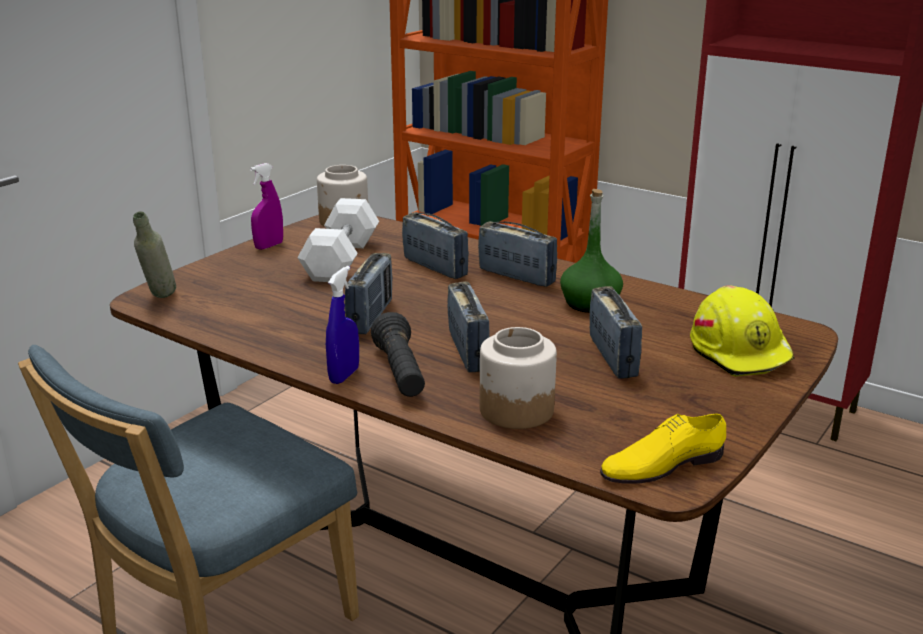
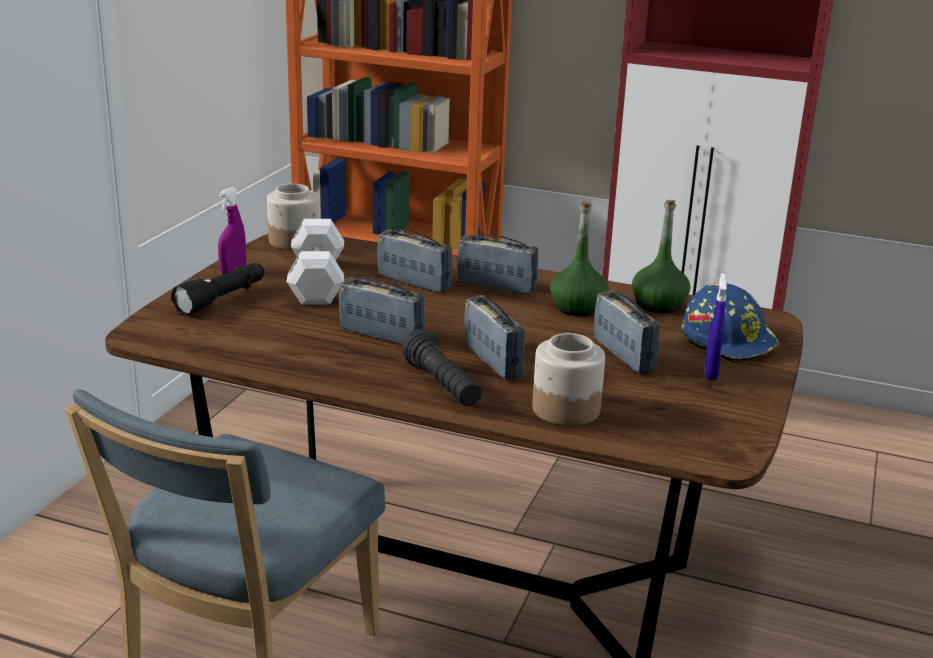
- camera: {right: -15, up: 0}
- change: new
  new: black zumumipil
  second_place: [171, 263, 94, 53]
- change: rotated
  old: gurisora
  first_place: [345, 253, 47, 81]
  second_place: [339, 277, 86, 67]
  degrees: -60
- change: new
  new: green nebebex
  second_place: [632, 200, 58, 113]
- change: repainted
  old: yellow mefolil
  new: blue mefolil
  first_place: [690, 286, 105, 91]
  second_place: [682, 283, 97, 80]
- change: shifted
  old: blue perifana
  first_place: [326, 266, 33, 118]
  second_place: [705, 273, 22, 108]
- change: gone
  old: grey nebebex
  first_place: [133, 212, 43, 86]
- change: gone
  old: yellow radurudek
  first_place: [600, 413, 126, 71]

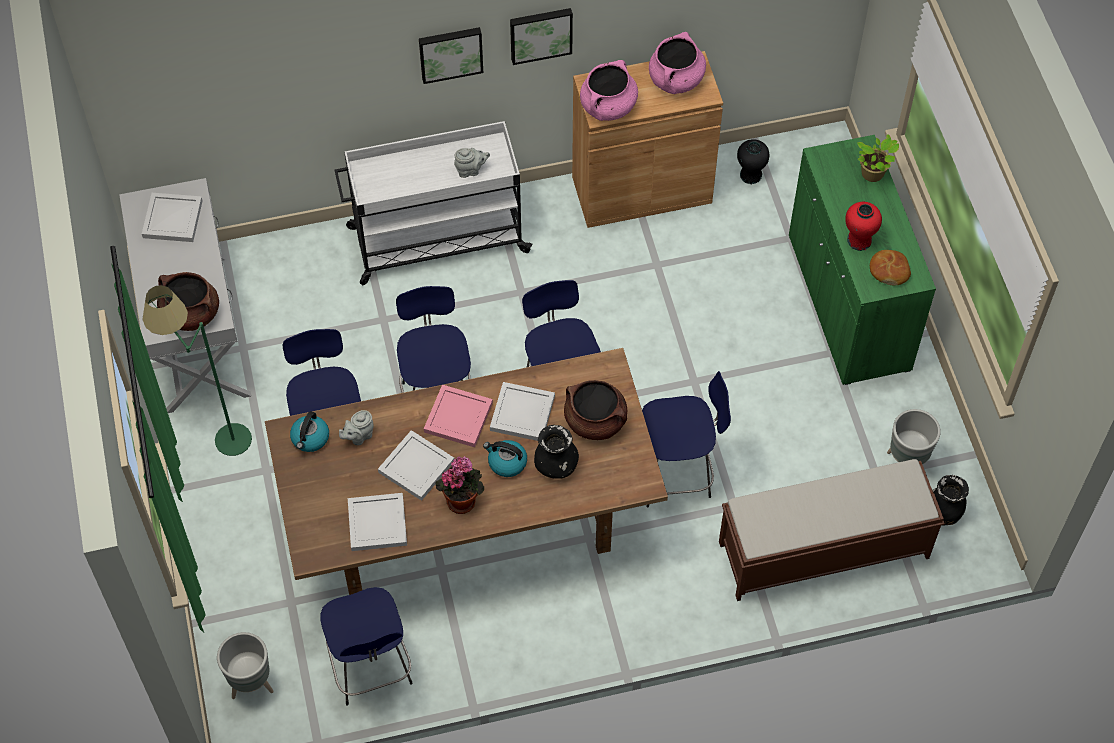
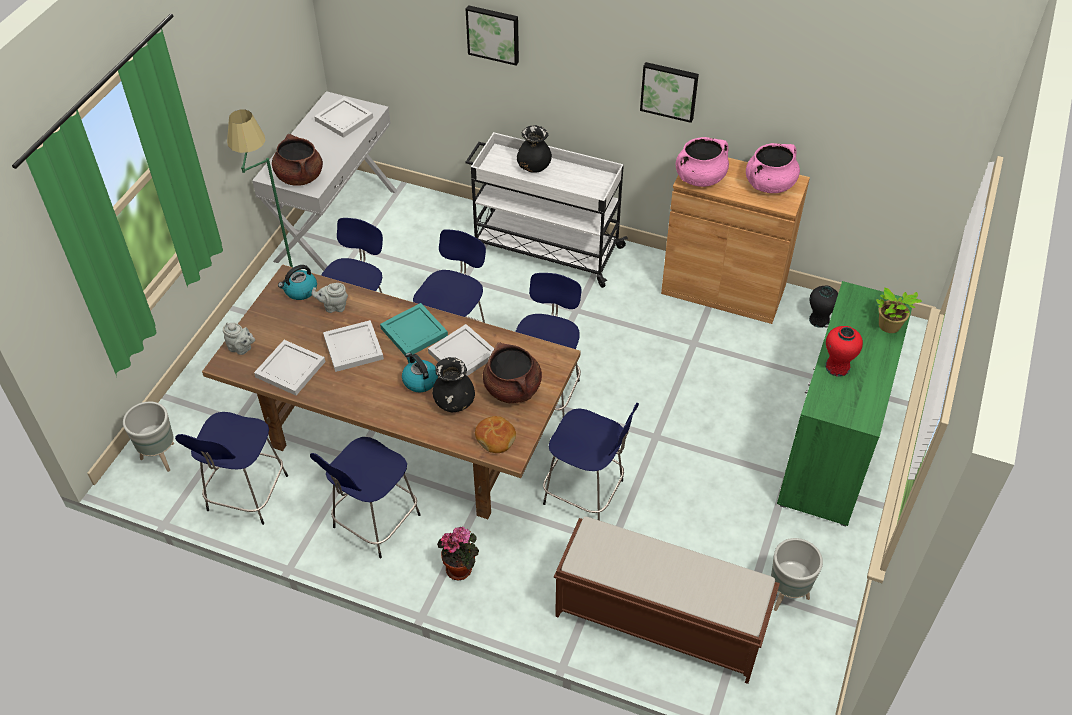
- camera: {right: 35, up: -10}
- change: shifted
  old: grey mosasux
  first_place: [454, 148, 36, 30]
  second_place: [223, 323, 32, 32]
- change: new
  new: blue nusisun
  second_place: [310, 437, 111, 121]
- change: repainted
  old: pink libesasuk
  new: turquoise libesasuk
  first_place: [424, 385, 69, 62]
  second_place: [380, 303, 68, 52]
- change: shifted
  old: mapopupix
  first_place: [436, 456, 48, 58]
  second_place: [437, 526, 42, 54]
- change: shifted
  old: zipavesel
  first_place: [419, 27, 64, 57]
  second_place: [466, 5, 53, 61]
- change: shifted
  old: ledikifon
  first_place: [870, 250, 41, 36]
  second_place: [475, 416, 41, 37]
- change: shifted
  old: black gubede
  first_place: [932, 475, 37, 50]
  second_place: [517, 125, 35, 48]

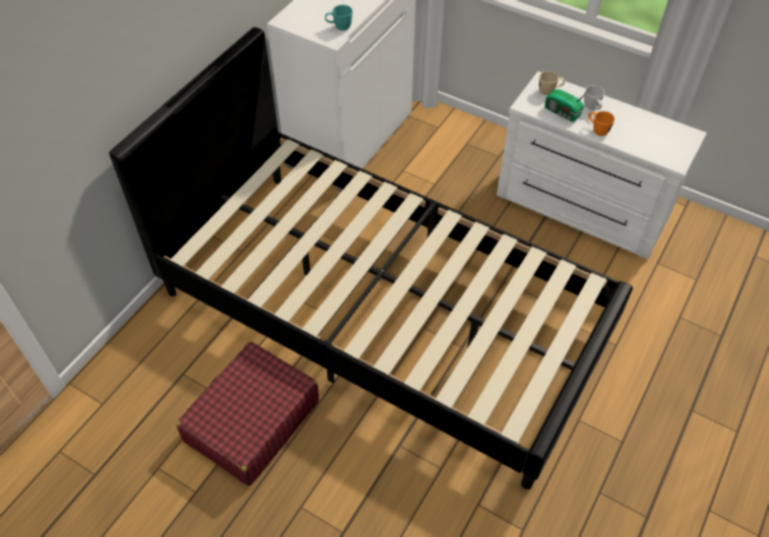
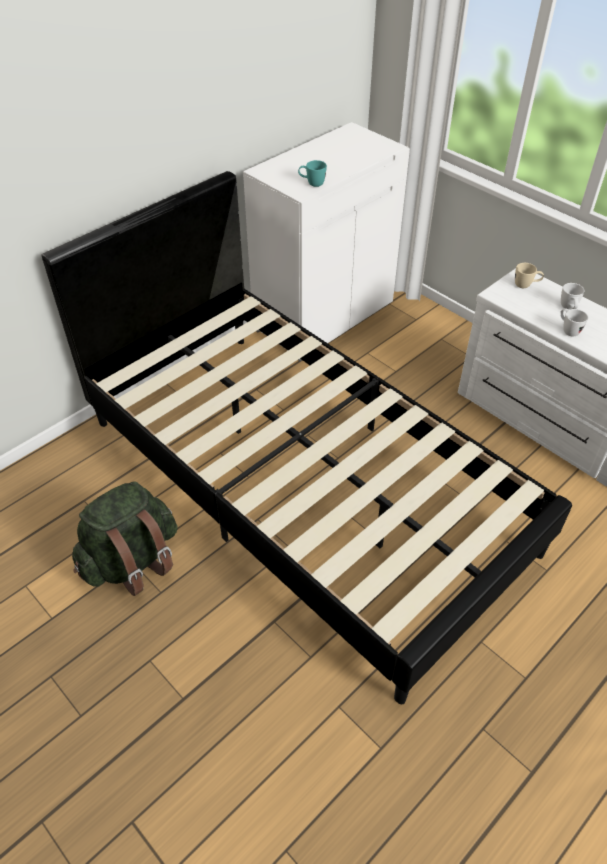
- camera: {right: 15, up: -5}
- change: swapped
  old: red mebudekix
  new: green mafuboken
  first_place: [176, 342, 143, 144]
  second_place: [72, 481, 105, 115]
- change: repainted
  old: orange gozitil
  new: white gozitil
  first_place: [588, 111, 27, 25]
  second_place: [560, 309, 28, 28]
- change: gone
  old: gurisora
  first_place: [545, 89, 46, 33]

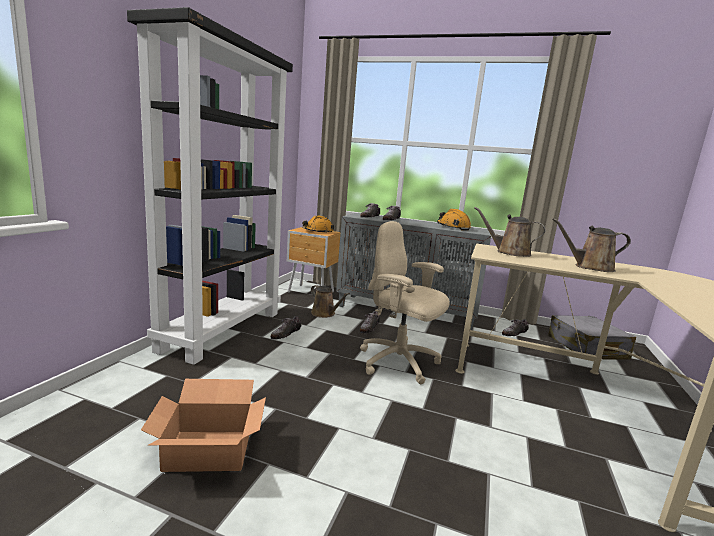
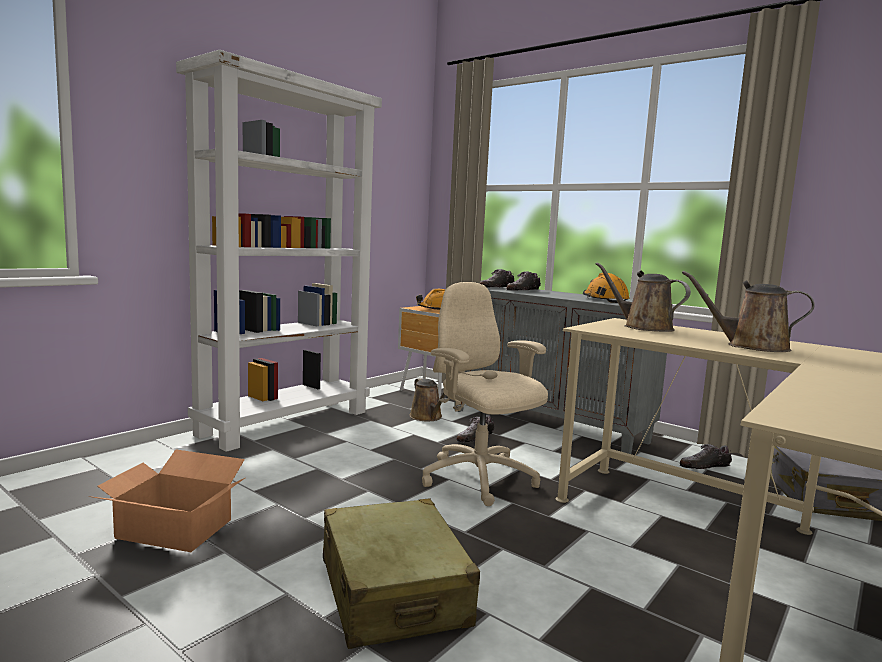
- camera: {right: 20, up: -5}
- change: repainted
  old: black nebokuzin
  new: white nebokuzin
  first_place: [127, 7, 166, 358]
  second_place: [176, 50, 206, 402]
- change: new
  new: beige mebudekix
  second_place: [323, 498, 157, 151]
- change: gone
  old: radurudek
  first_place: [271, 316, 30, 24]

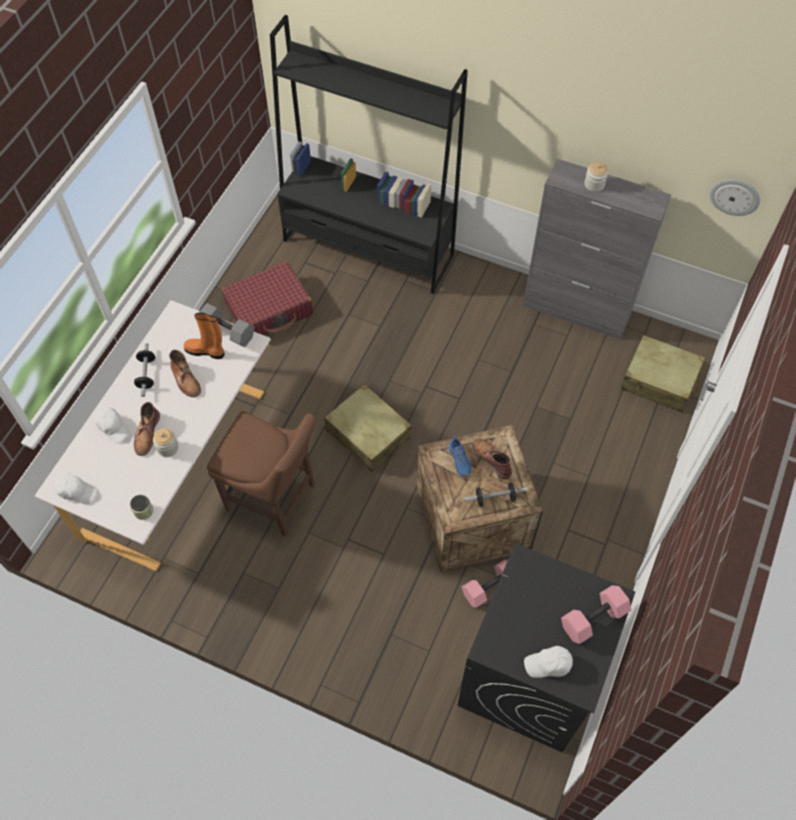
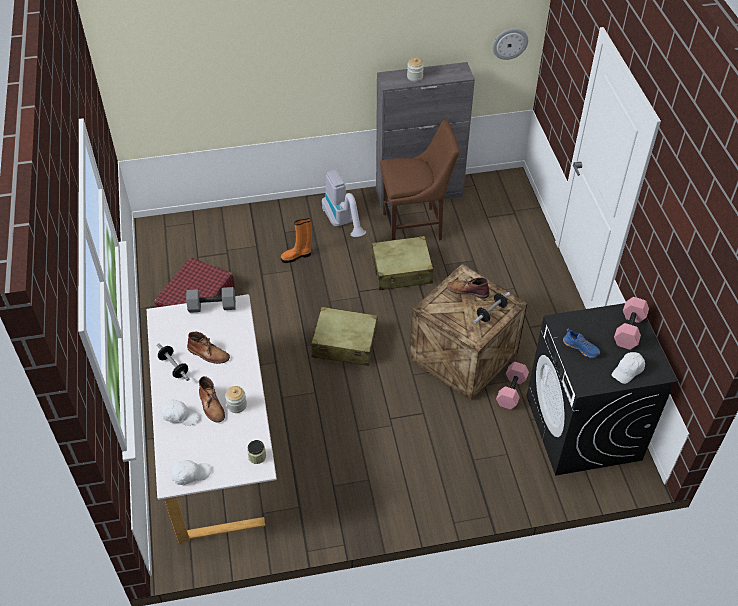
- camera: {right: -35, up: -10}
- change: shifted
  old: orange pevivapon
  first_place: [184, 313, 41, 46]
  second_place: [281, 218, 31, 45]
- change: new
  new: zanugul
  second_place: [322, 170, 44, 67]
- change: shifted
  old: beige mebudekix
  first_place: [621, 335, 84, 77]
  second_place: [372, 236, 62, 54]
- change: shifted
  old: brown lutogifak
  first_place: [207, 411, 109, 125]
  second_place: [380, 120, 80, 120]
- change: shifted
  old: blue radurudek
  first_place: [448, 435, 23, 42]
  second_place: [563, 329, 37, 29]
- change: gone
  old: black nebokuzin
  first_place: [270, 15, 198, 279]

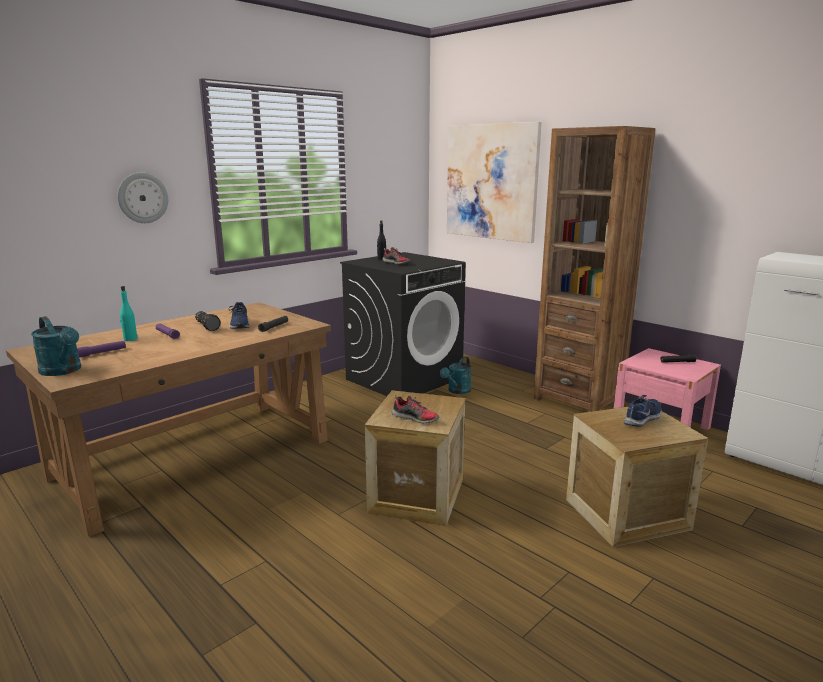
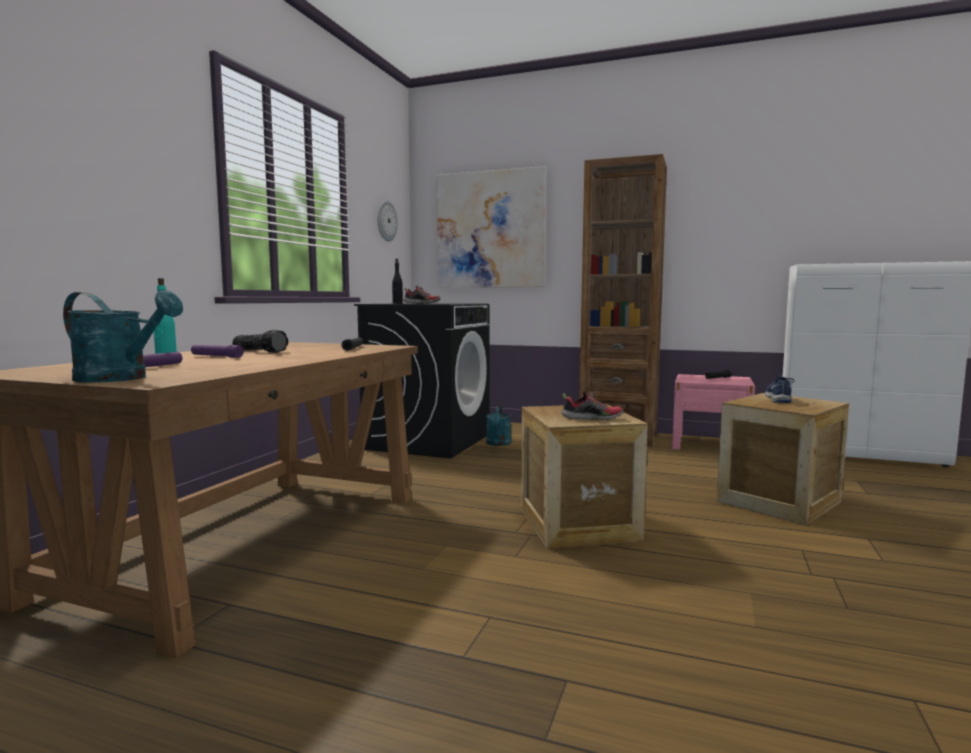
- camera: {right: -25, up: -10}
- change: shifted
  old: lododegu
  first_place: [118, 173, 50, 50]
  second_place: [377, 201, 21, 41]
- change: gone
  old: blue radurudek
  first_place: [229, 302, 21, 27]

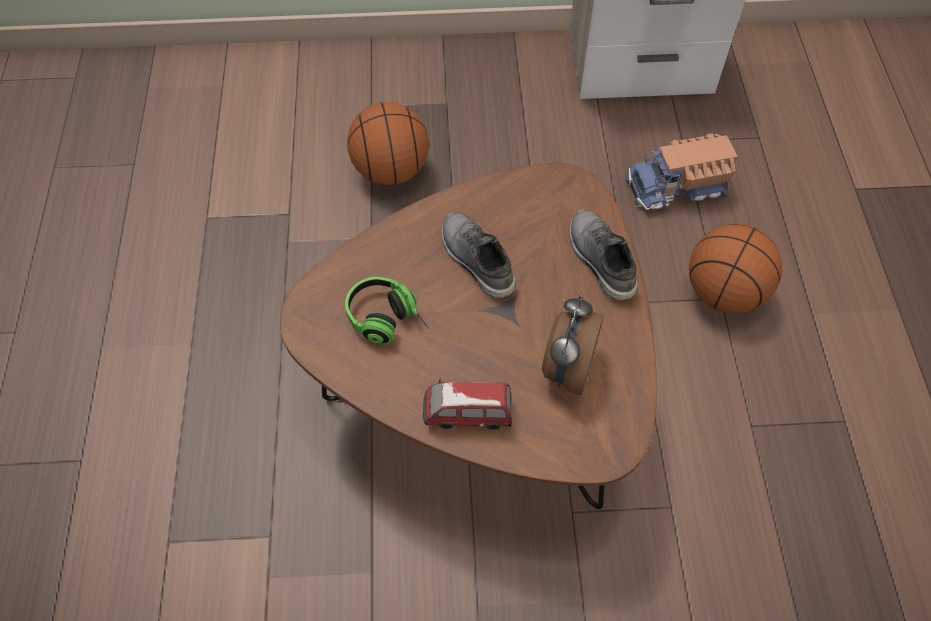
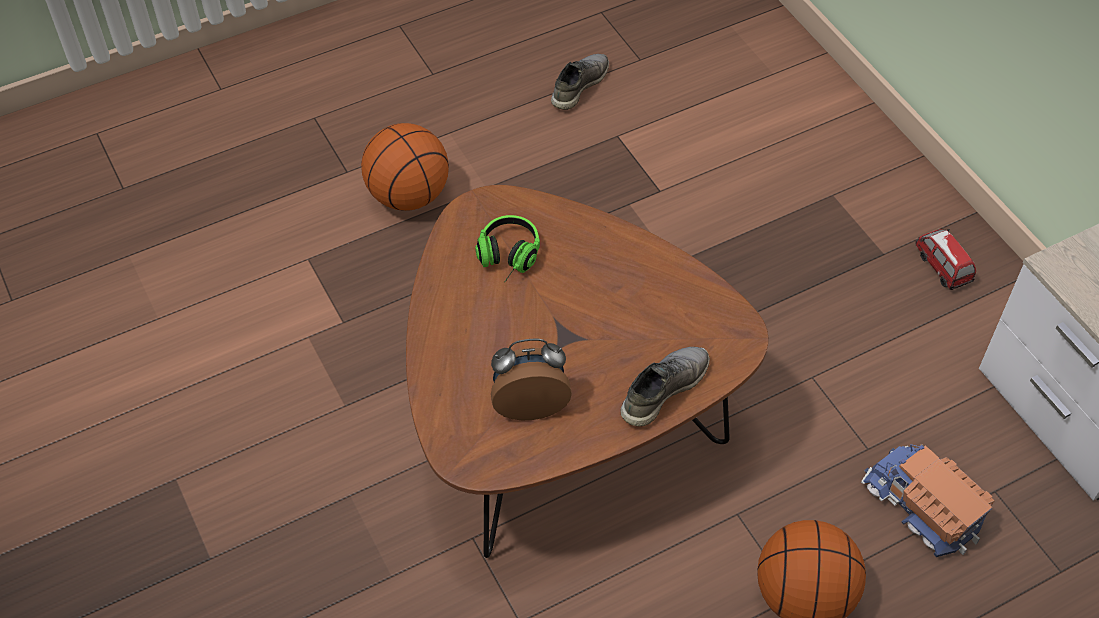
- camera: {right: 65, up: -5}
- change: shifted
  old: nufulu
  first_place: [347, 102, 82, 83]
  second_place: [361, 123, 88, 88]
- change: shifted
  old: grey radurudek
  first_place: [442, 212, 74, 86]
  second_place: [551, 54, 58, 56]
- change: shifted
  old: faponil
  first_place: [423, 378, 89, 52]
  second_place: [915, 229, 61, 61]

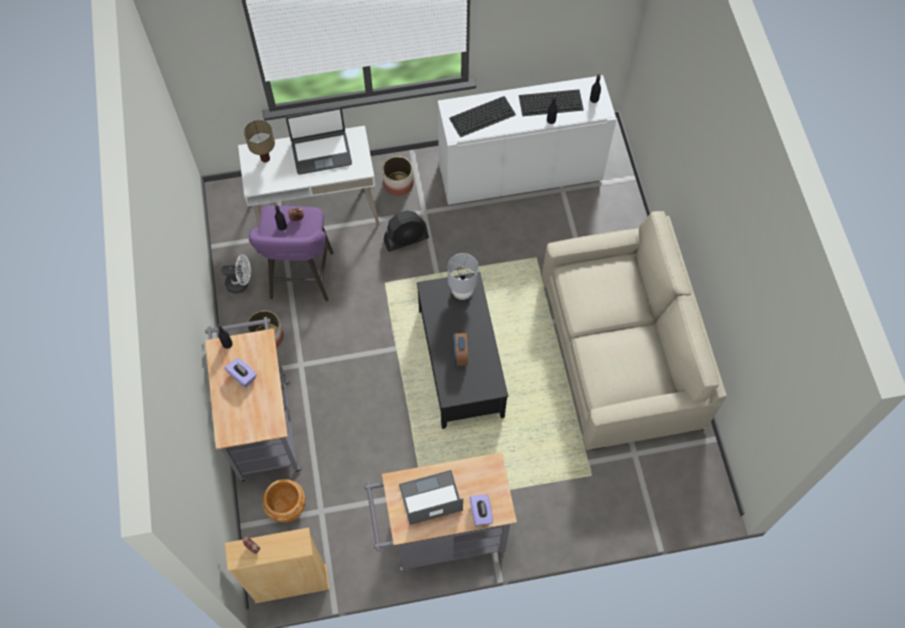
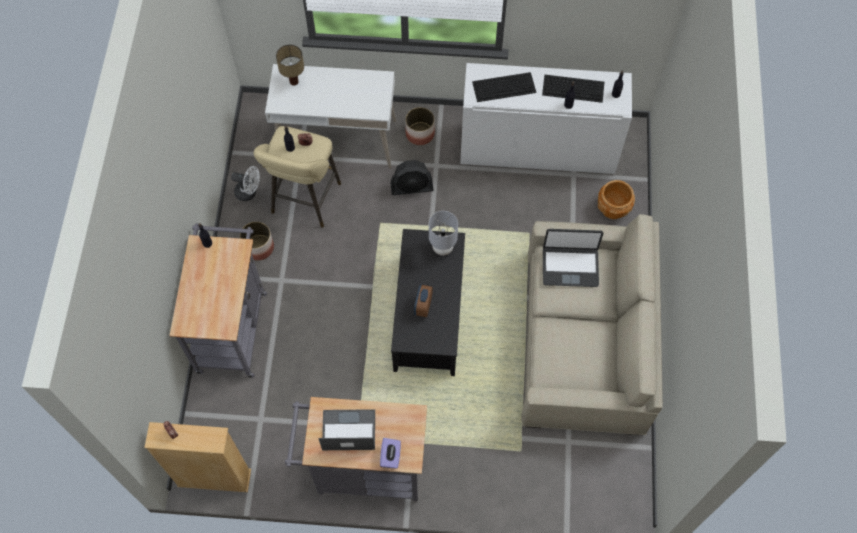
- camera: {right: 15, up: 0}
- change: repainted
  old: purple nusisun
  new: beige nusisun
  first_place: [249, 206, 84, 95]
  second_place: [254, 126, 87, 102]
- change: shifted
  old: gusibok
  first_place: [286, 107, 66, 68]
  second_place: [543, 229, 61, 58]
- change: shifted
  old: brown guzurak
  first_place: [263, 479, 42, 44]
  second_place: [598, 180, 37, 39]
- change: gone
  old: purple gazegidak
  first_place: [225, 358, 32, 30]

